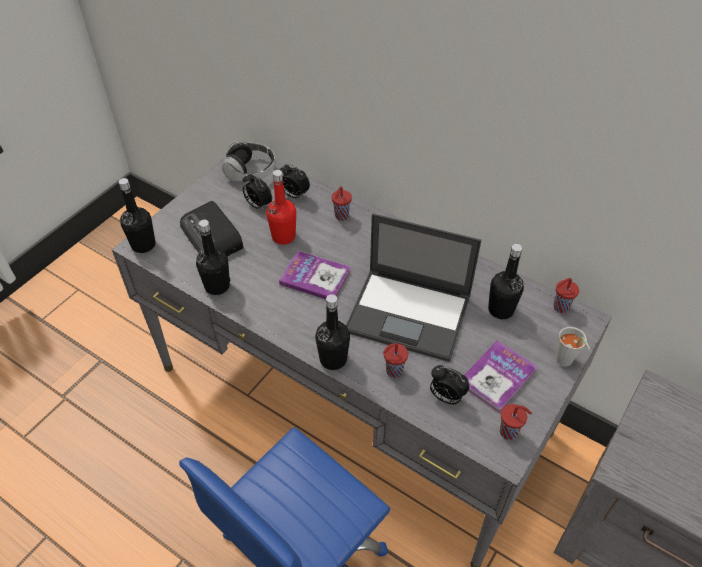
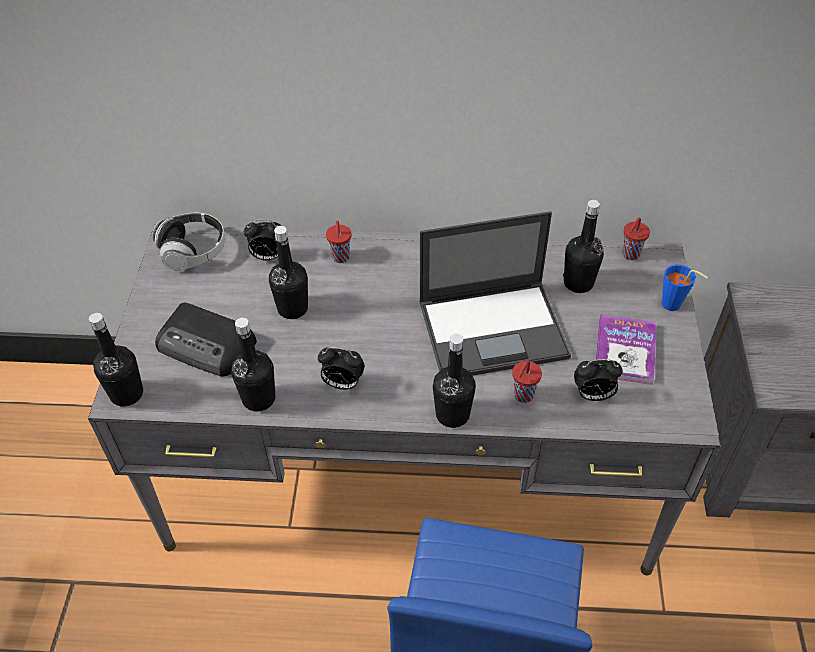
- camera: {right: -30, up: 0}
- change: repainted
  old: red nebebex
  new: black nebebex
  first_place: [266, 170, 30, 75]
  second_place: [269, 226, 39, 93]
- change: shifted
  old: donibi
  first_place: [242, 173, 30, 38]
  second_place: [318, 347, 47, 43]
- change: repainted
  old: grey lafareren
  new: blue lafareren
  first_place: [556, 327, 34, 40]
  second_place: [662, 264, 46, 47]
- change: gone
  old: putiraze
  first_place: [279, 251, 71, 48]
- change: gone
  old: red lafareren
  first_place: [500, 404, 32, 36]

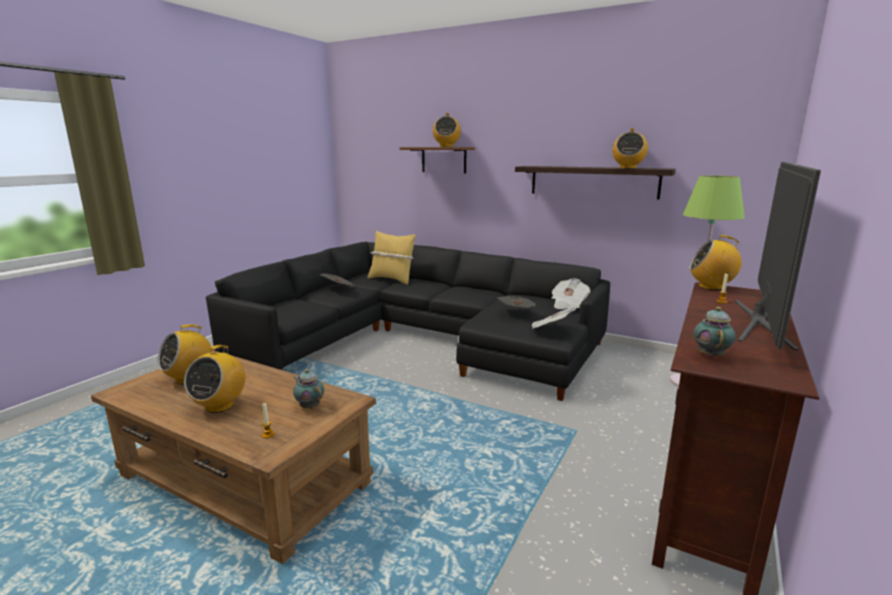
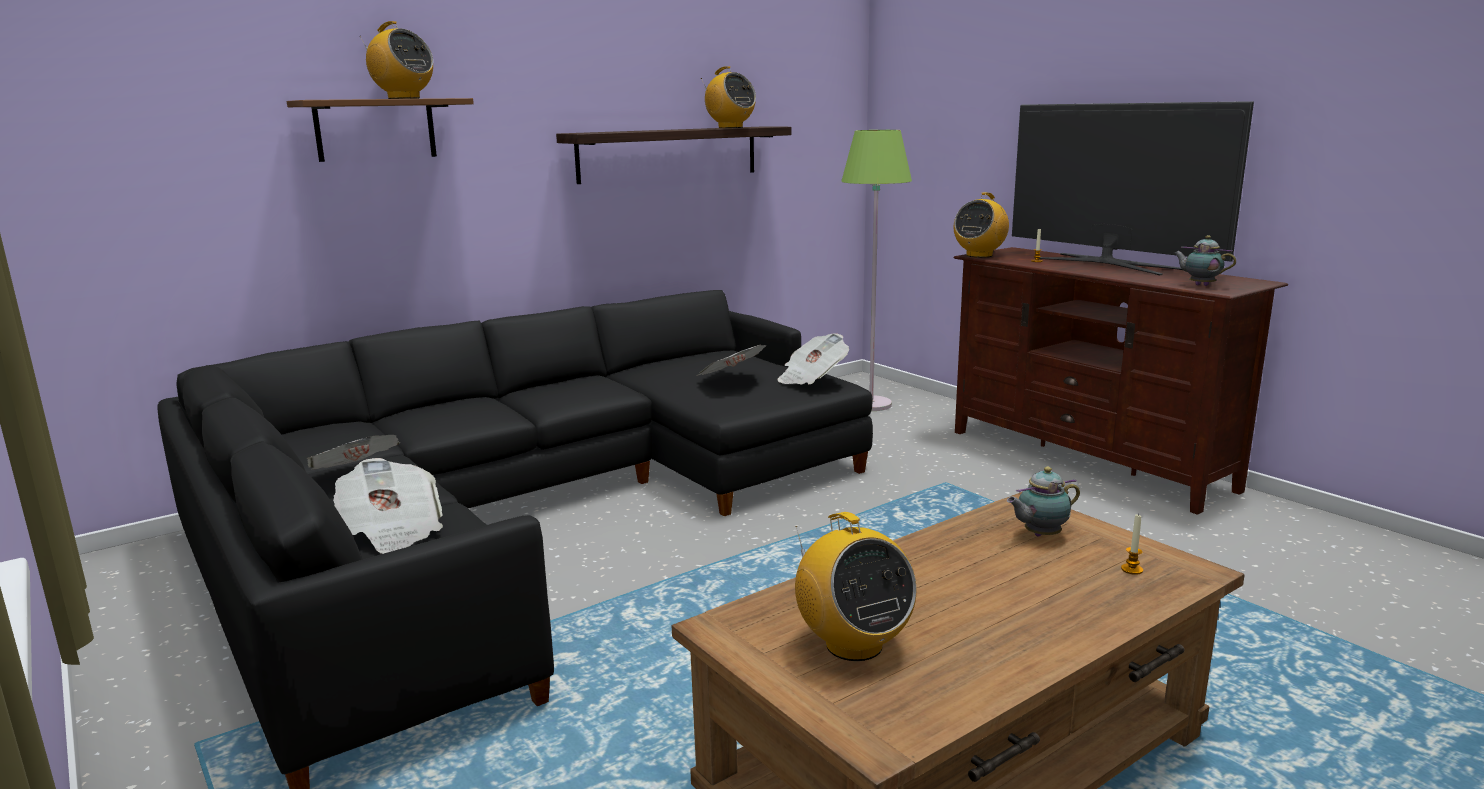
- camera: {right: -65, up: 0}
- change: shifted
  old: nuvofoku
  first_place: [552, 278, 38, 31]
  second_place: [333, 458, 110, 96]
- change: gone
  old: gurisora
  first_place: [184, 345, 62, 68]
- change: gone
  old: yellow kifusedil
  first_place: [368, 231, 48, 54]

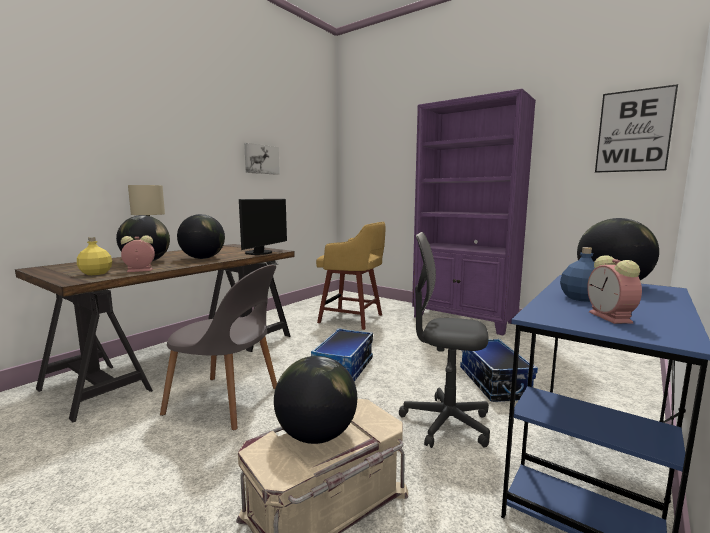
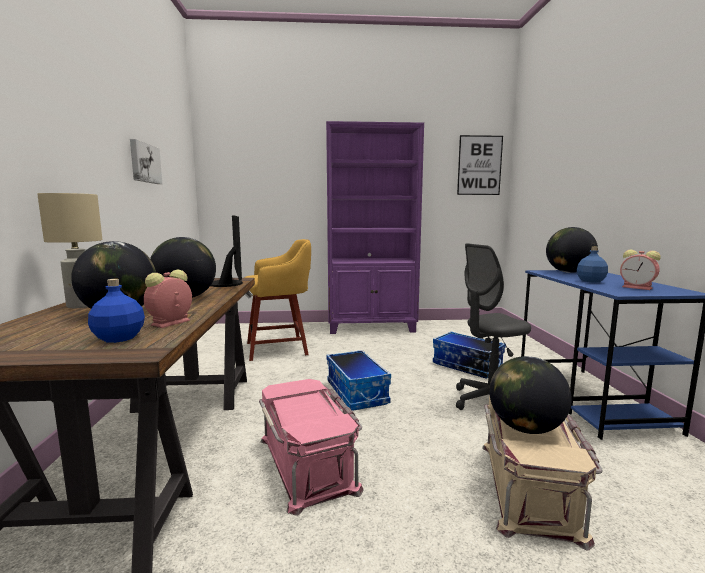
- camera: {right: -40, up: 0}
- change: repainted
  old: yellow nebebex
  new: blue nebebex
  first_place: [77, 237, 35, 38]
  second_place: [88, 279, 57, 64]
- change: swapped
  old: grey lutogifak
  new: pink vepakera
  first_place: [160, 265, 117, 165]
  second_place: [259, 379, 105, 137]

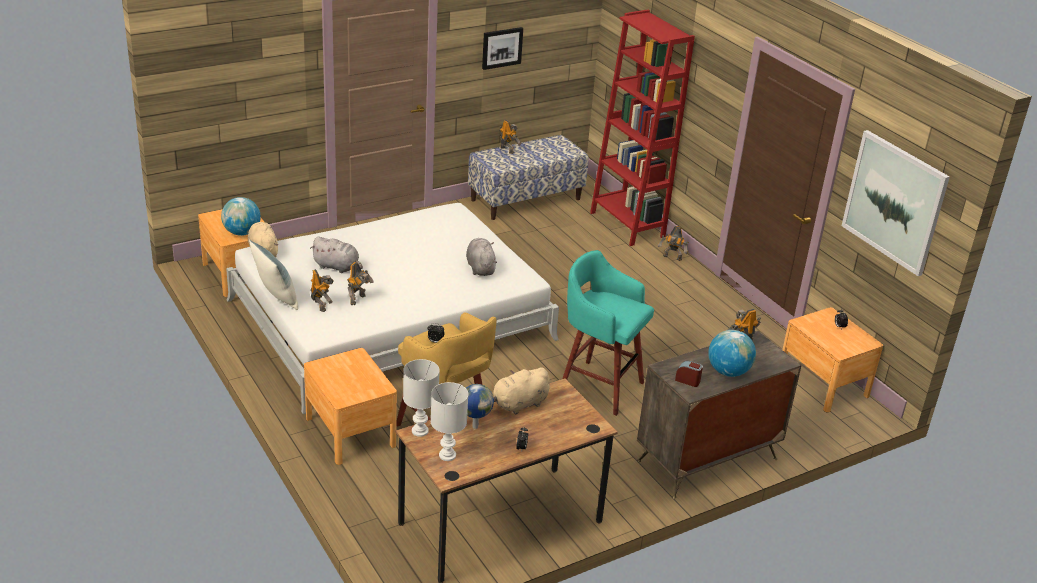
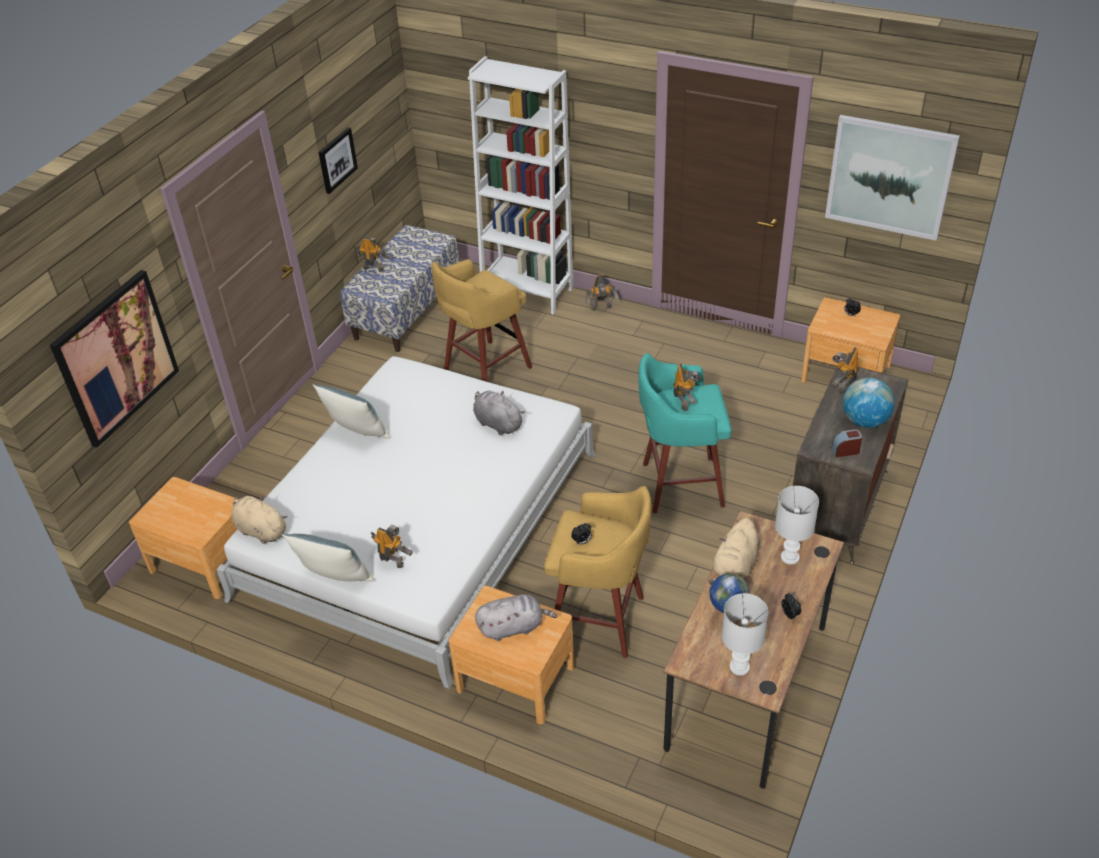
- camera: {right: -30, up: 10}
- change: new
  new: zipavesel
  second_place: [50, 270, 129, 178]
- change: new
  new: kifusedil
  second_place: [312, 384, 78, 55]
- change: new
  new: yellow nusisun
  second_place: [431, 259, 101, 123]
- change: repainted
  old: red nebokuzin
  new: white nebokuzin
  first_place: [590, 10, 105, 236]
  second_place: [468, 56, 105, 259]
- change: shifted
  old: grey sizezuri
  first_place: [310, 236, 53, 37]
  second_place: [475, 594, 82, 47]
- change: shifted
  old: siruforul
  first_place: [347, 262, 27, 43]
  second_place: [673, 364, 28, 47]
- change: shifted
  old: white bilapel
  first_place: [403, 359, 37, 78]
  second_place: [775, 486, 44, 79]
- change: gone
  old: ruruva
  first_place: [221, 197, 40, 39]

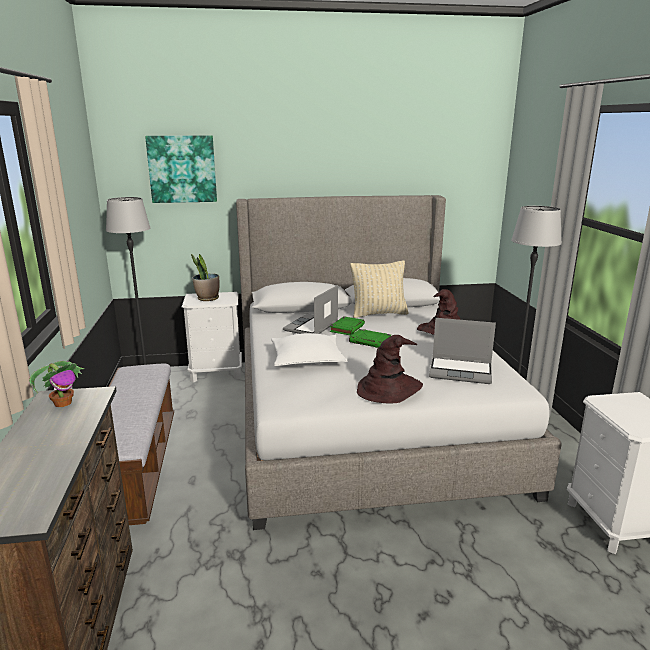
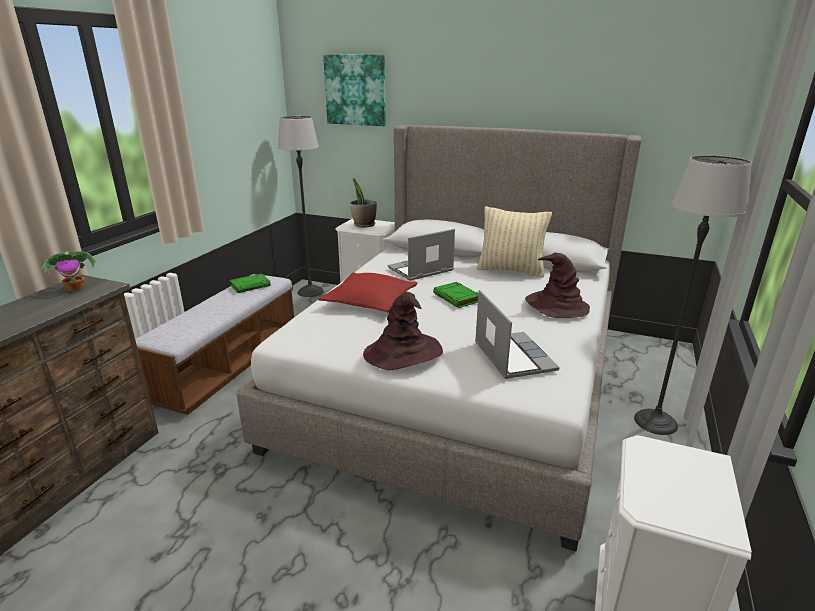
- camera: {right: 30, up: 5}
- change: shifted
  old: green putiraze
  first_place: [330, 316, 35, 19]
  second_place: [230, 273, 41, 20]
- change: repainted
  old: white kifusedil
  new: red kifusedil
  first_place: [271, 333, 77, 33]
  second_place: [318, 272, 100, 41]
- change: rotated
  old: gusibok
  first_place: [429, 318, 67, 66]
  second_place: [475, 290, 85, 89]
  degrees: -150

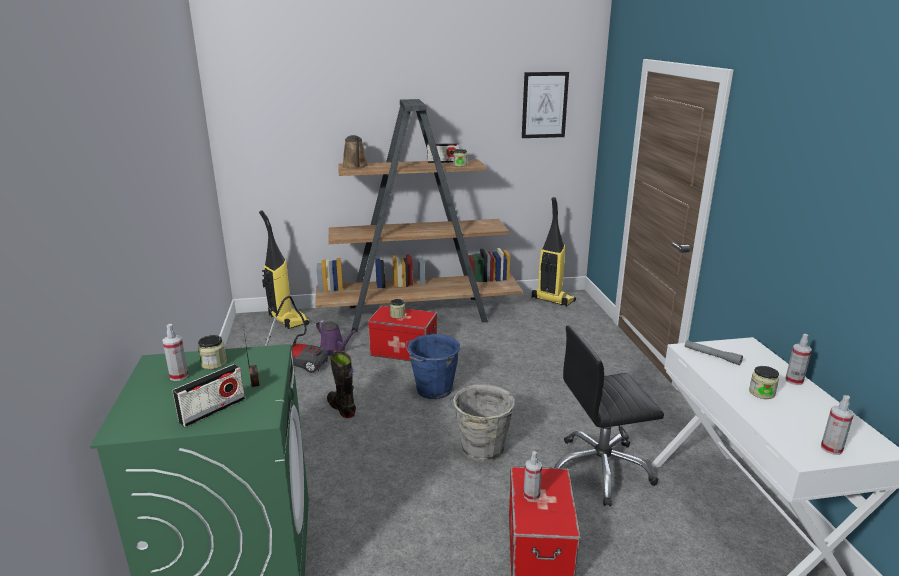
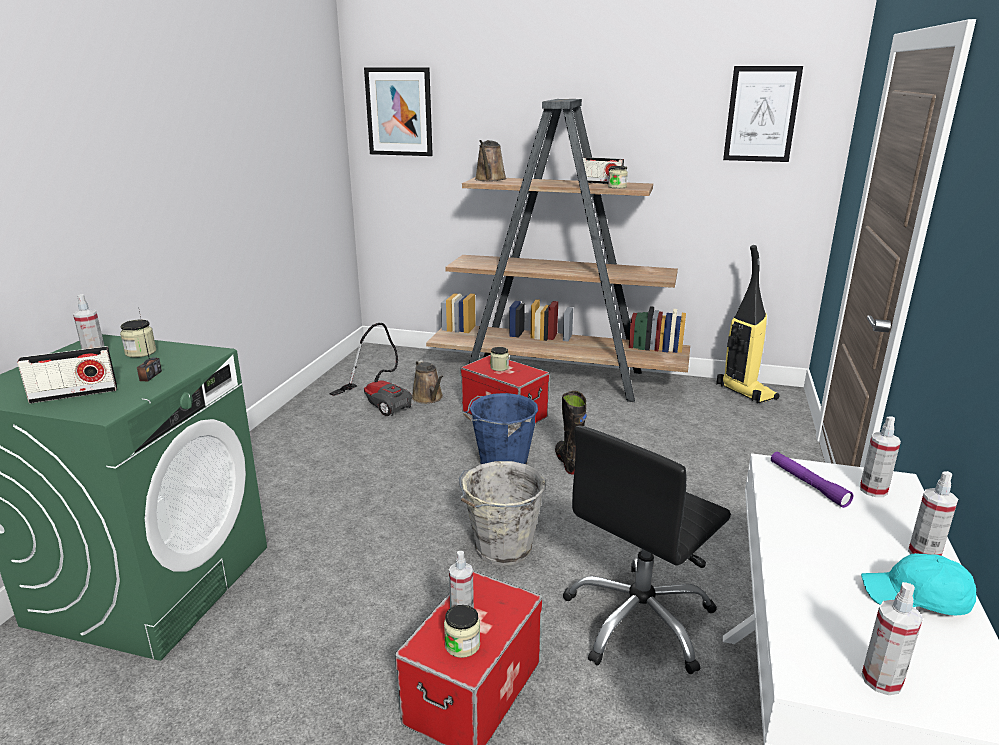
- camera: {right: 25, up: 0}
- change: new
  new: zipavesel
  second_place: [364, 67, 69, 89]
- change: repainted
  old: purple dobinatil
  new: brown dobinatil
  first_place: [316, 320, 40, 36]
  second_place: [412, 360, 31, 44]
- change: shifted
  old: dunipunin
  first_place: [749, 366, 30, 33]
  second_place: [444, 605, 36, 53]
- change: shifted
  old: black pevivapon
  first_place: [327, 351, 29, 67]
  second_place: [555, 391, 32, 83]
- change: rotated
  old: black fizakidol
  first_place: [554, 325, 110, 181]
  second_place: [563, 425, 168, 249]
  degrees: -60
- change: repainted
  old: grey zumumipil
  new: purple zumumipil
  first_place: [685, 340, 58, 25]
  second_place: [771, 452, 82, 56]
- change: new
  new: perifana
  second_place: [860, 416, 41, 81]
- change: new
  new: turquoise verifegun
  second_place: [861, 553, 115, 62]
- change: gone
  old: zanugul
  first_place: [259, 210, 51, 119]

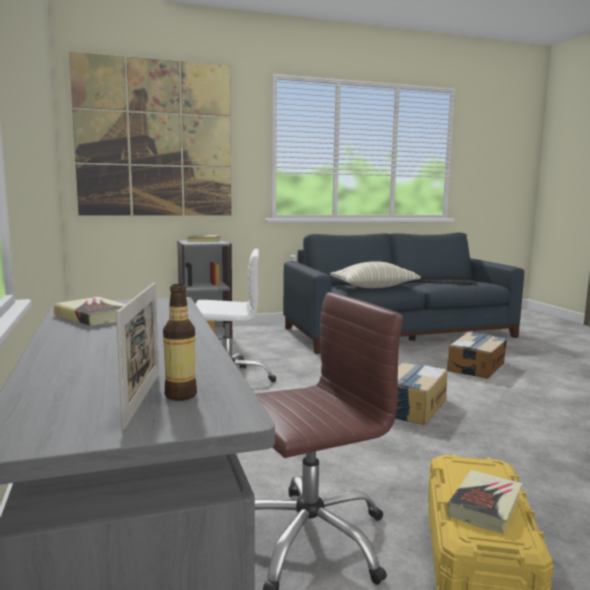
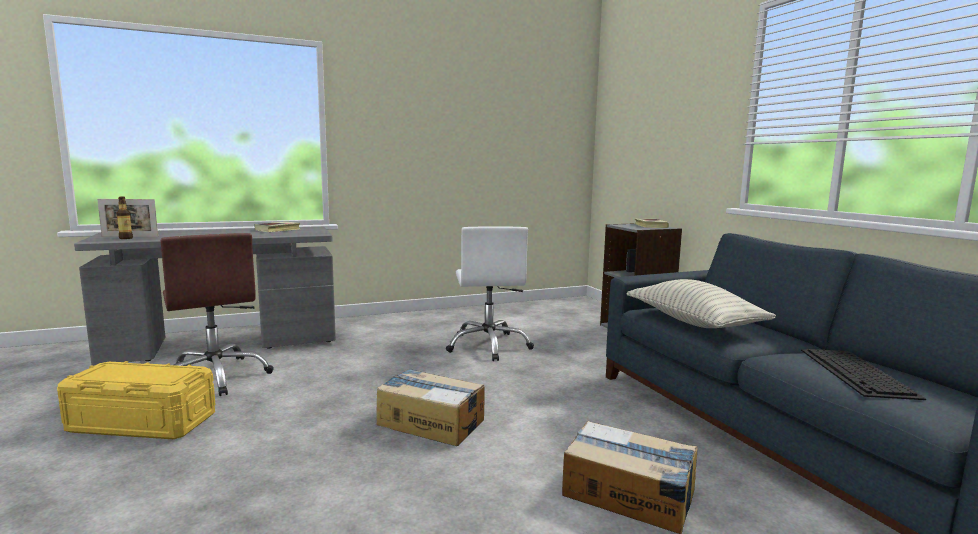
- camera: {right: 85, up: 0}
- change: gone
  old: zipavesel
  first_place: [69, 52, 163, 164]
- change: gone
  old: putiraze
  first_place: [447, 470, 75, 63]

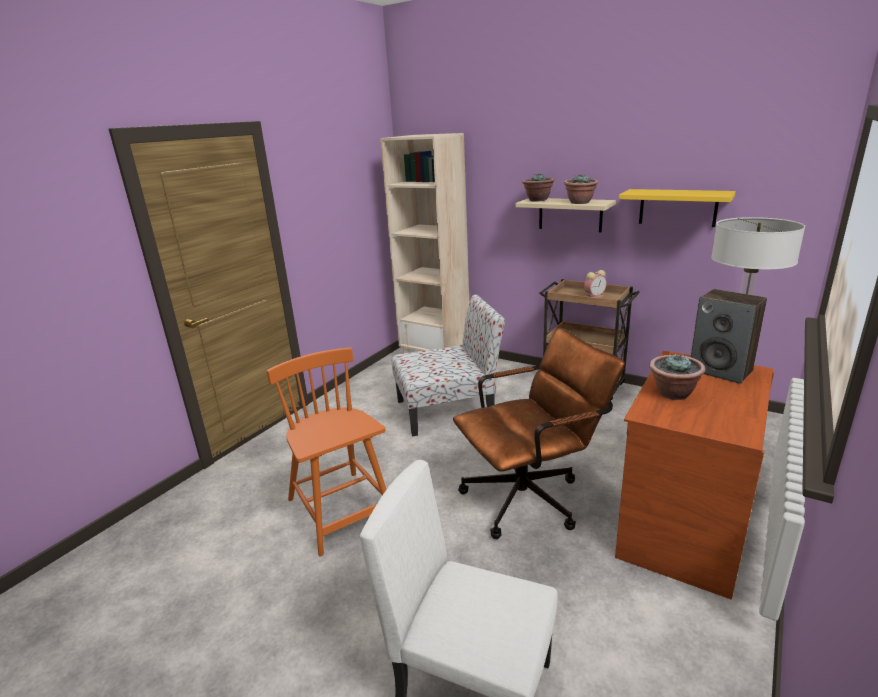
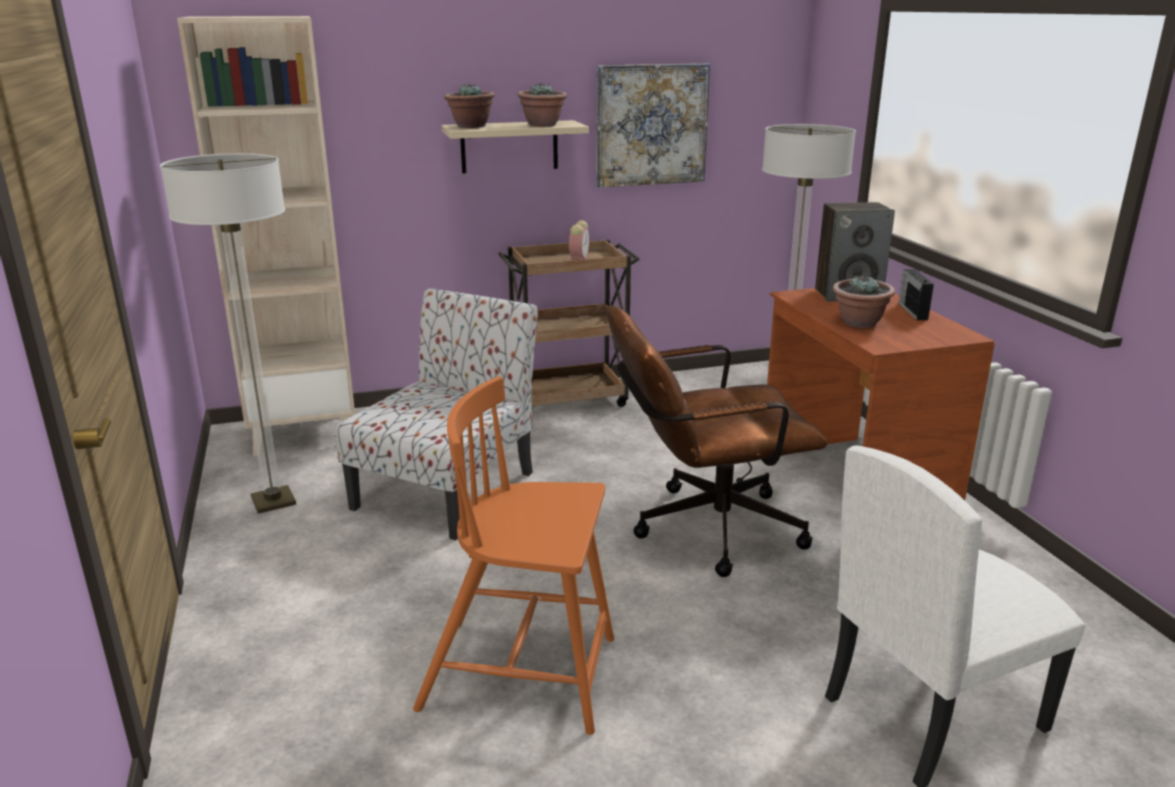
- camera: {right: -50, up: 0}
- change: new
  new: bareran
  second_place: [160, 153, 136, 361]
- change: swapped
  old: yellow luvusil
  new: zipavesel
  first_place: [619, 189, 117, 38]
  second_place: [596, 63, 114, 124]
- change: rotated
  old: brown fizakidol
  first_place: [453, 327, 172, 212]
  second_place: [607, 305, 221, 272]
  degrees: -120
- change: new
  new: gurisora
  second_place: [899, 269, 35, 51]

